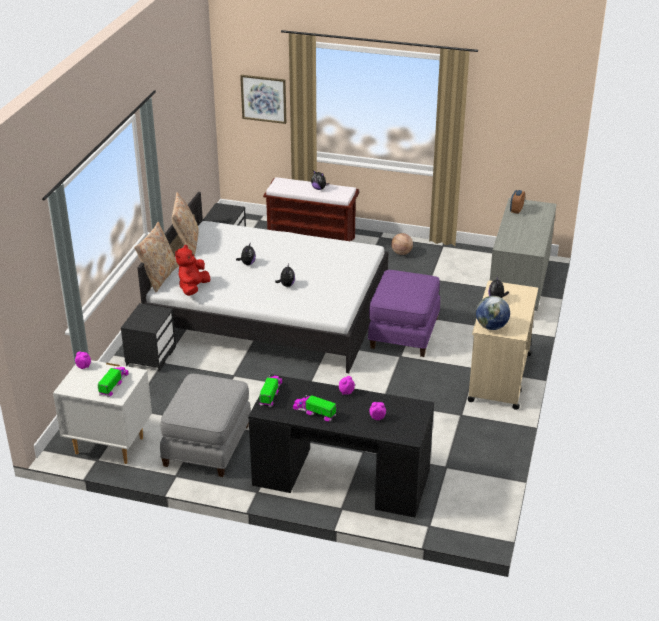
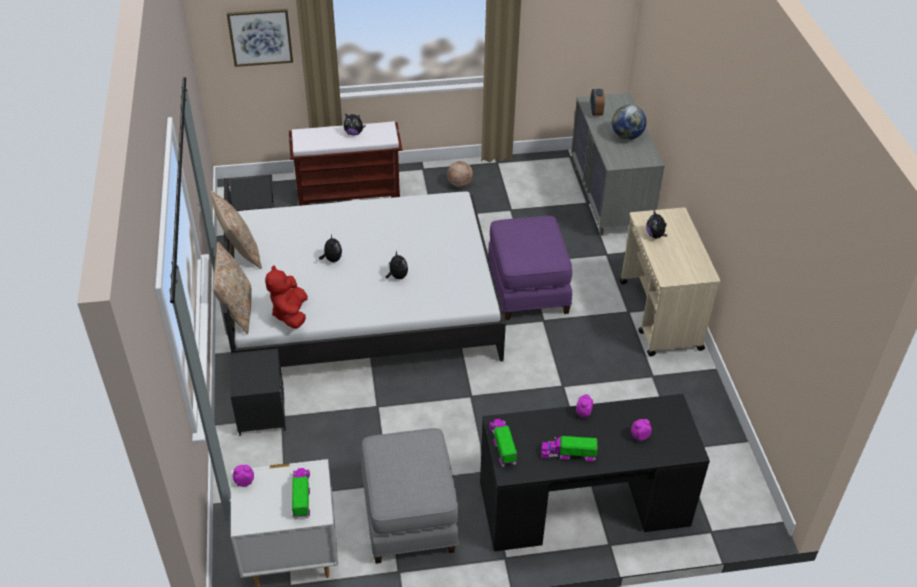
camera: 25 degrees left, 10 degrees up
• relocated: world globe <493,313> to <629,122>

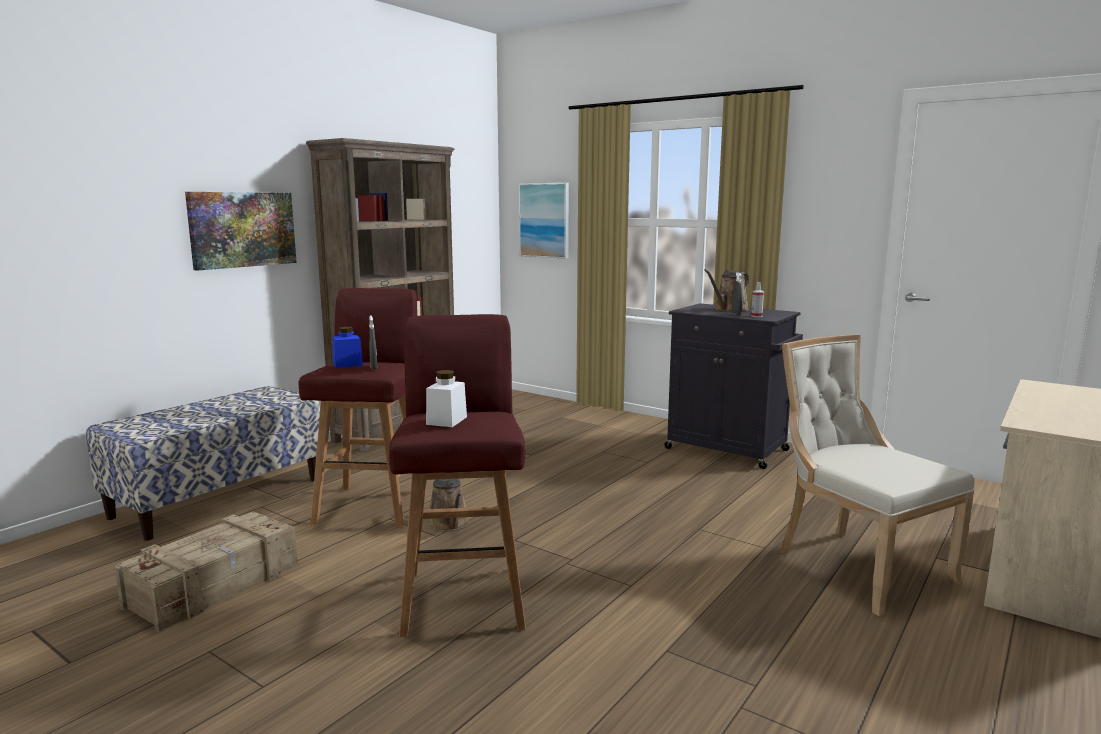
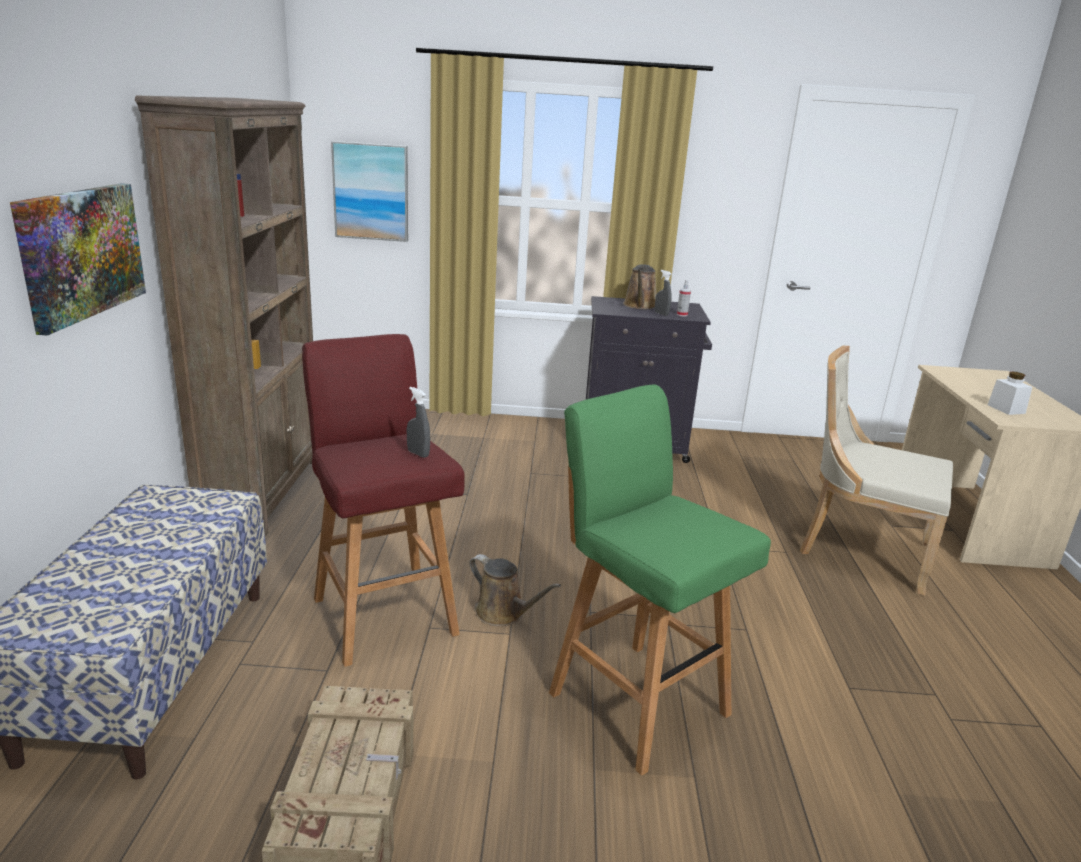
camera: 35 degrees left, 10 degrees up
• colour: reddish stool seat <457,475> to green-coloured stool seat <660,580>
• relocated: whitish jar <446,398> to <1010,393>
• missing: blue-coloured jar <348,347>

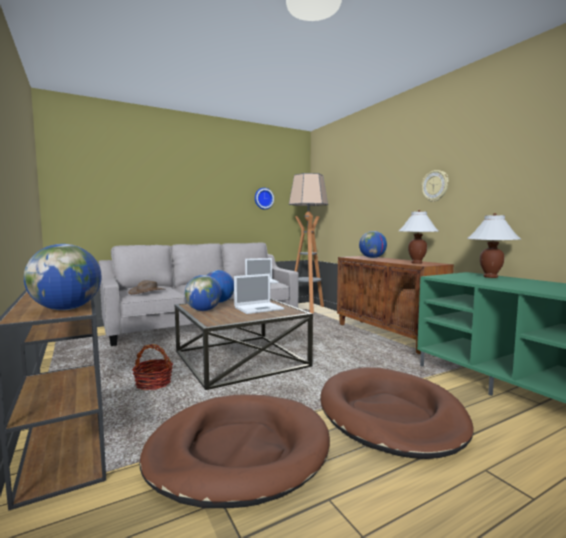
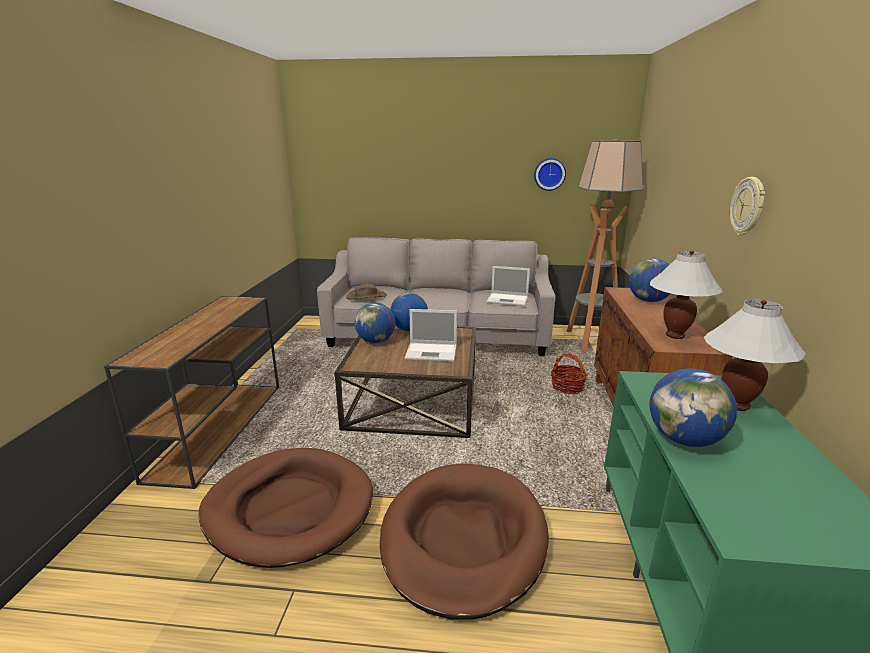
camera: 35 degrees right, 15 degrees up
• relocated: storage basket <152,367> to <569,373>
• relocated: world globe <62,277> to <693,408>

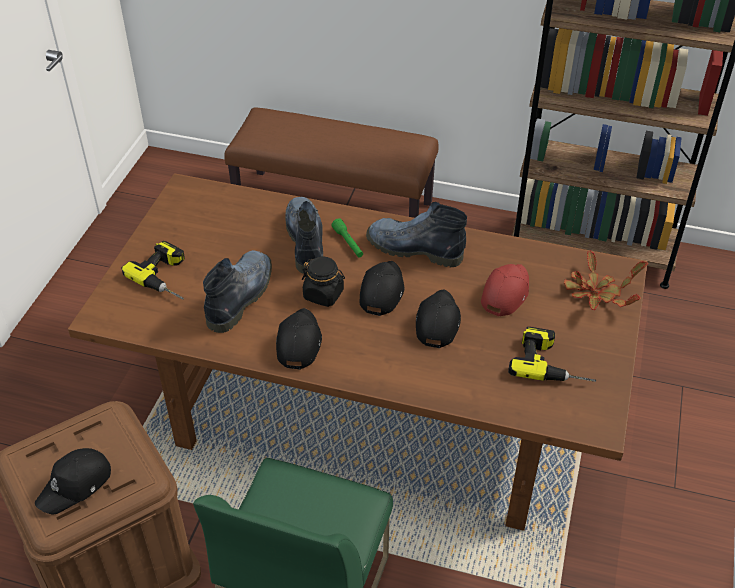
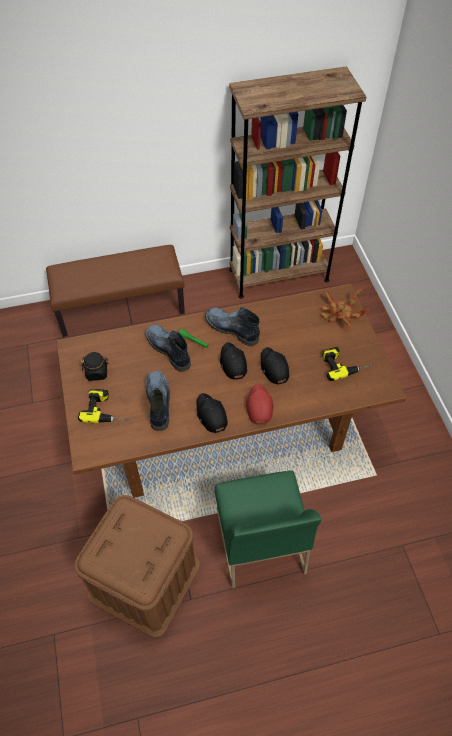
camera: 30 degrees left, 10 degrees up
• relocated: blackish jar <323,282> to <94,366>
• spun: tall boot <416,234> = <232,326> 45 degrees clockwise
• relocated: reddish cap <505,290> to <259,404>
• missing: blackish cap <73,481>

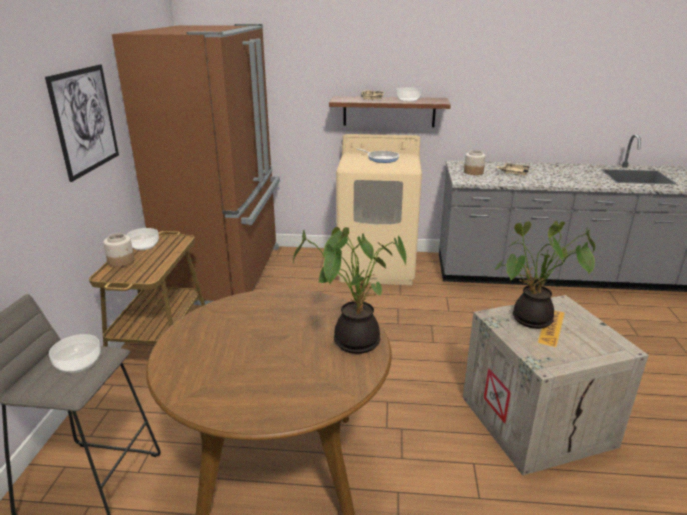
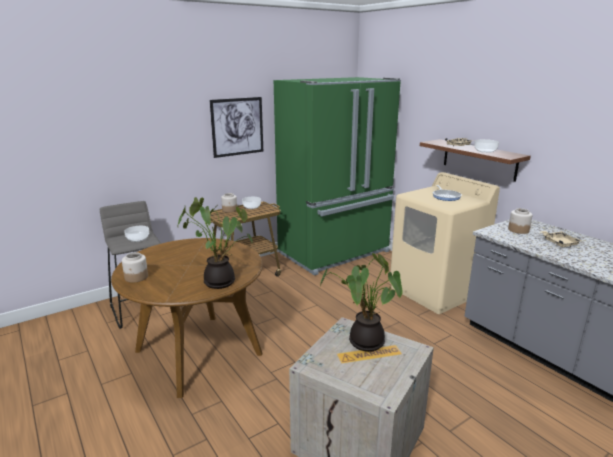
camera: 50 degrees right, 5 degrees down
• appeared: jar <135,267>
• colour: brown kitchen fridge <196,164> to green-coloured kitchen fridge <337,176>

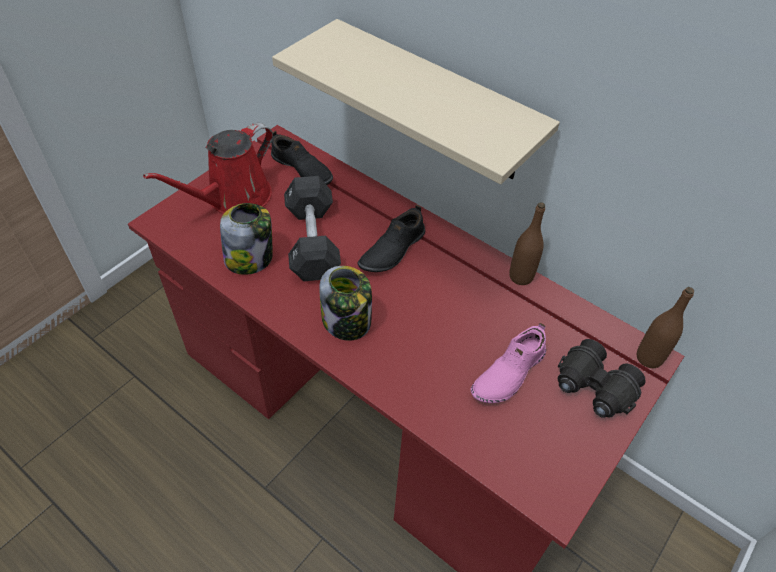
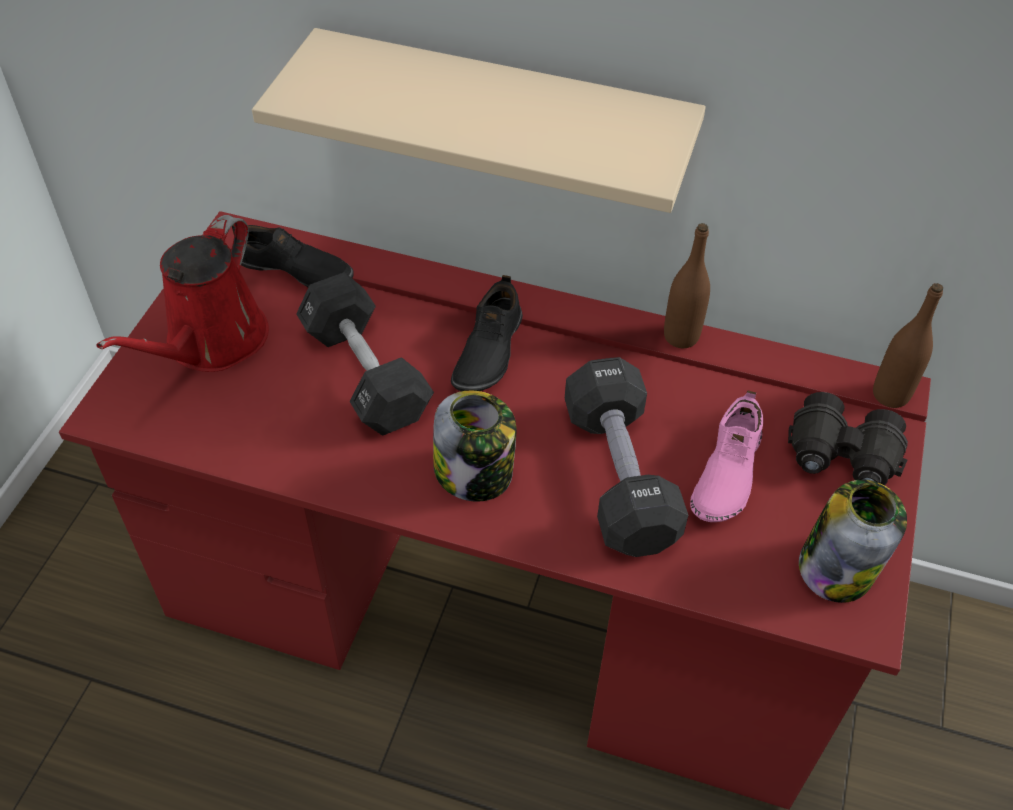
camera: 20 degrees left, 0 degrees up
• appeared: blackish free weight <626,457>
• relocated: jar <246,239> to <853,541>

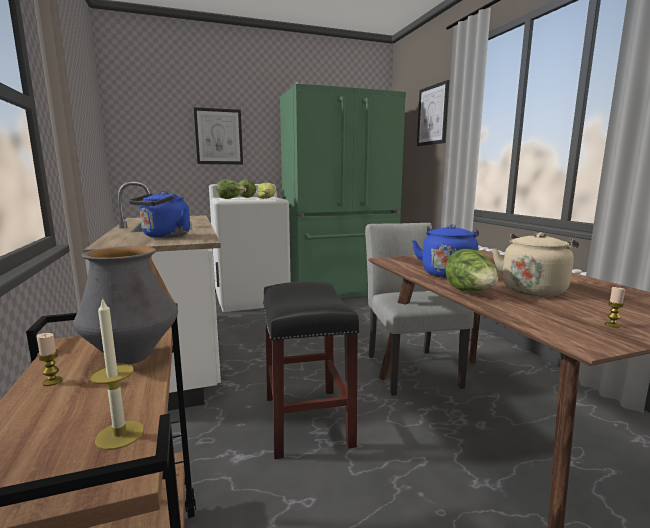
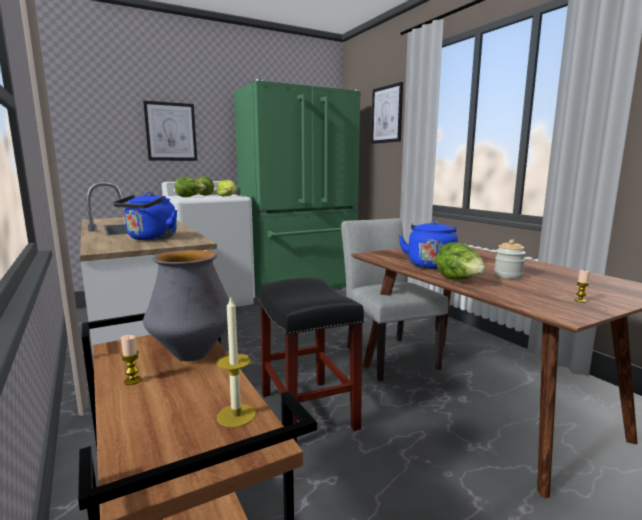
camera: 10 degrees left, 0 degrees up
• exchanged: beige-coloured kettle <535,264> to jar <510,259>

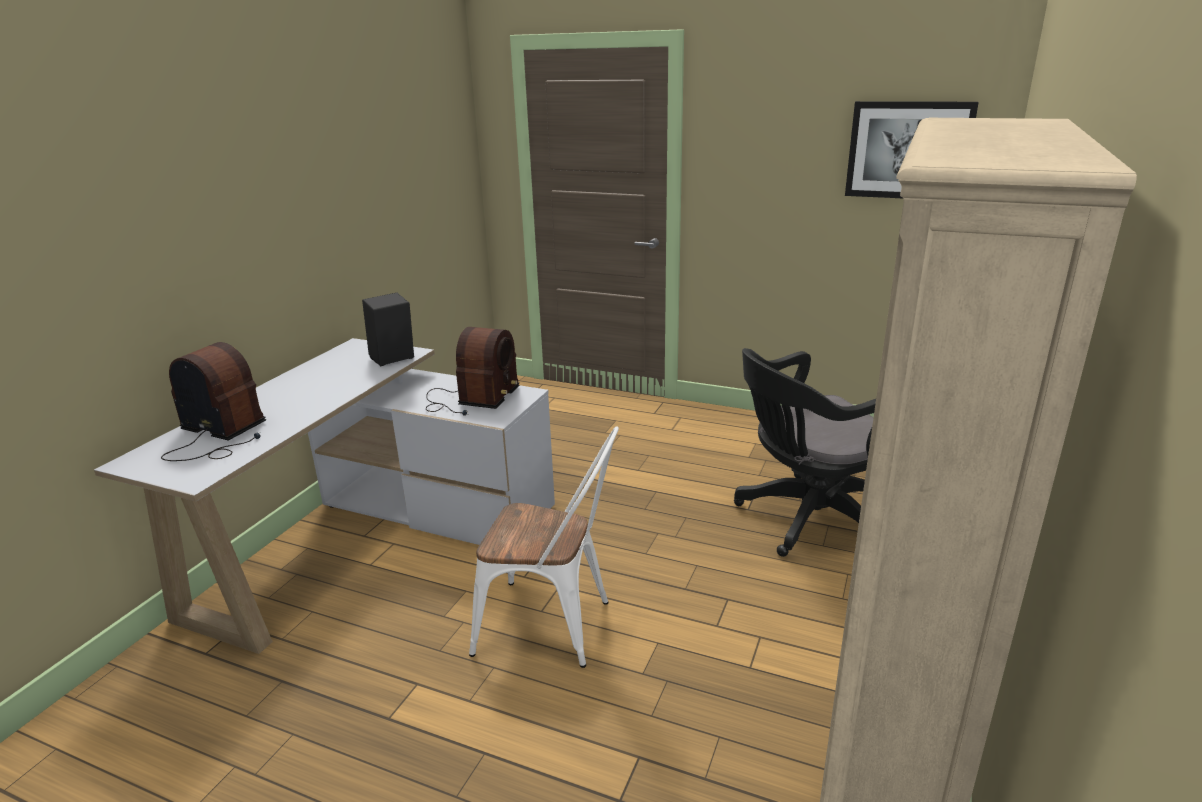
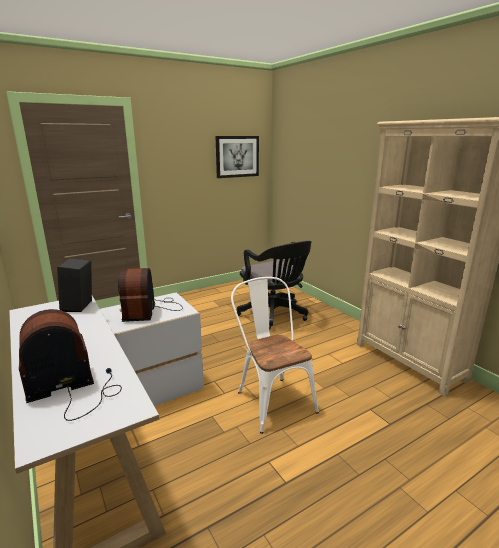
camera: 55 degrees left, 5 degrees down
• spun: radio set <473,371> = <150,295> 150 degrees counterclockwise
• spun: whitish chair <544,547> = <275,355> 75 degrees counterclockwise
• spun: blackish computer chair <805,452> = <274,285> 45 degrees counterclockwise

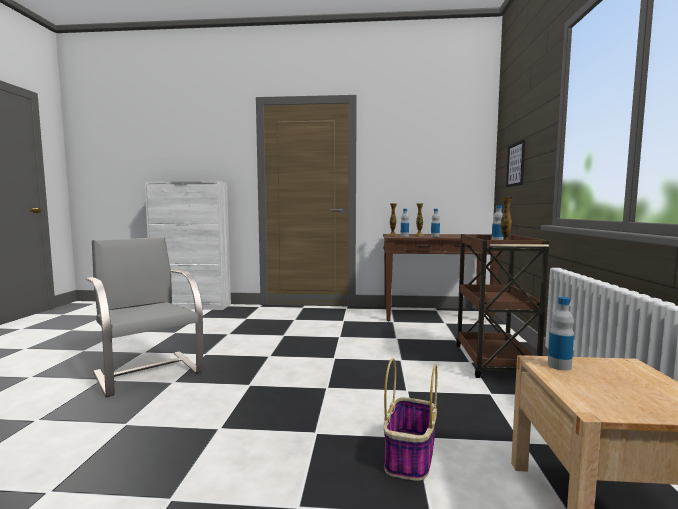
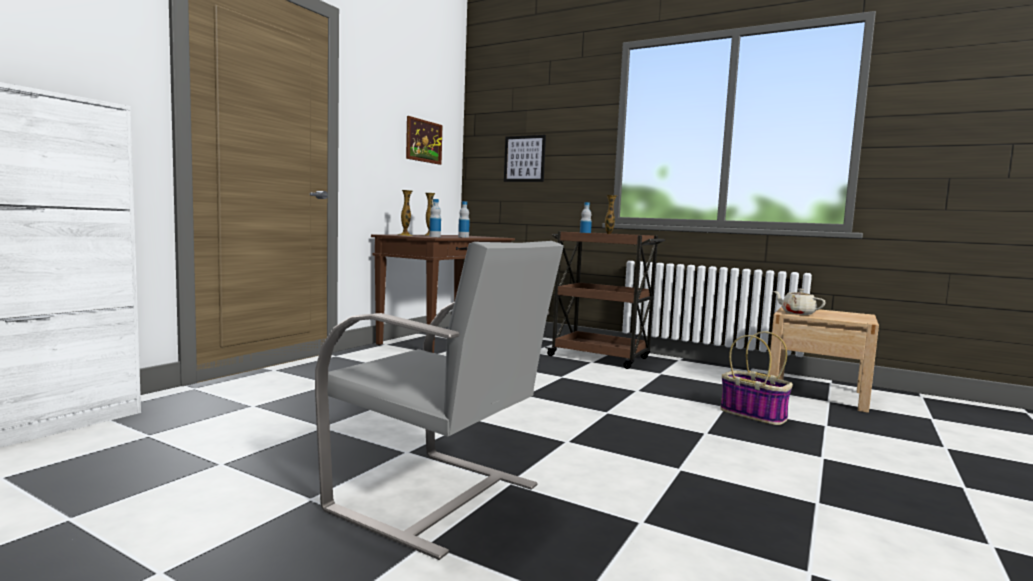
camera: 65 degrees left, 0 degrees up
• spun: gray chair <144,317> = <439,400> 135 degrees counterclockwise
• appeared: picture <424,140>
• exchanged: beverage bottle <561,334> to beige-coloured pot for tea <800,302>

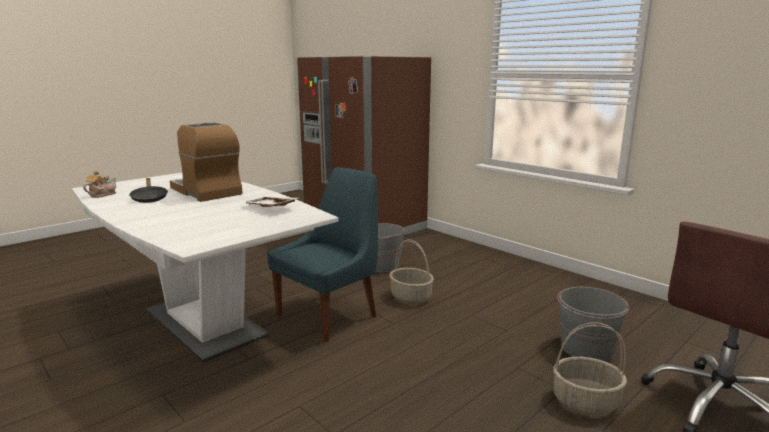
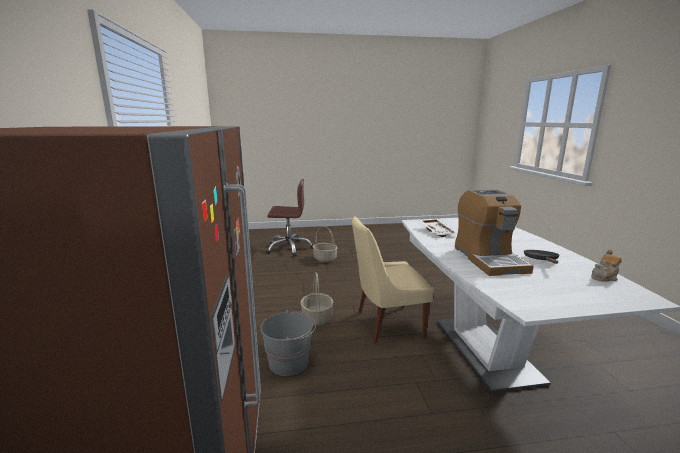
camera: 145 degrees left, 0 degrees up
• colour: blue-coloured chair <322,254> to beige-coloured chair <393,279>
• missing: gray pail <593,324>

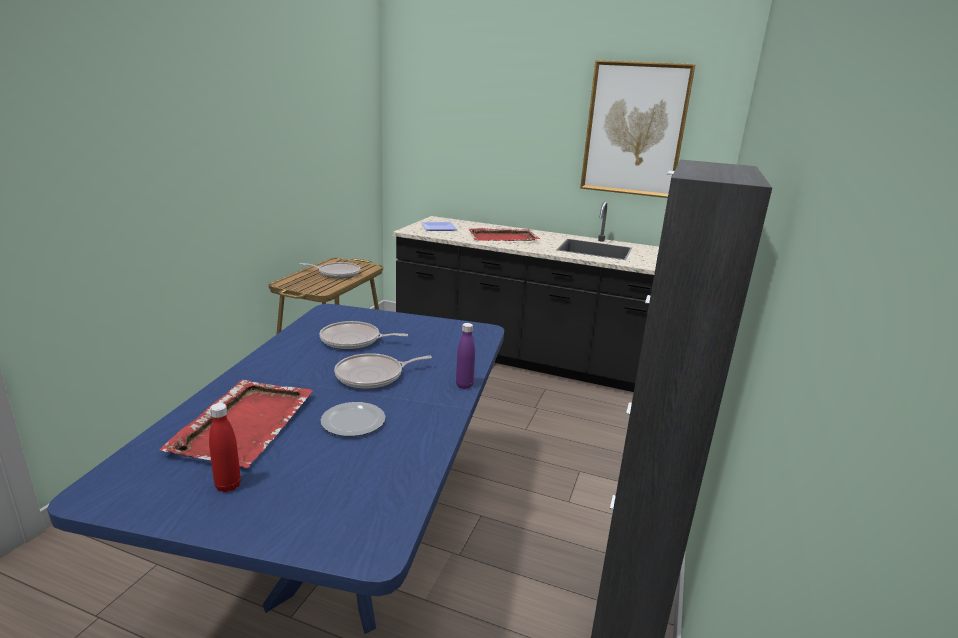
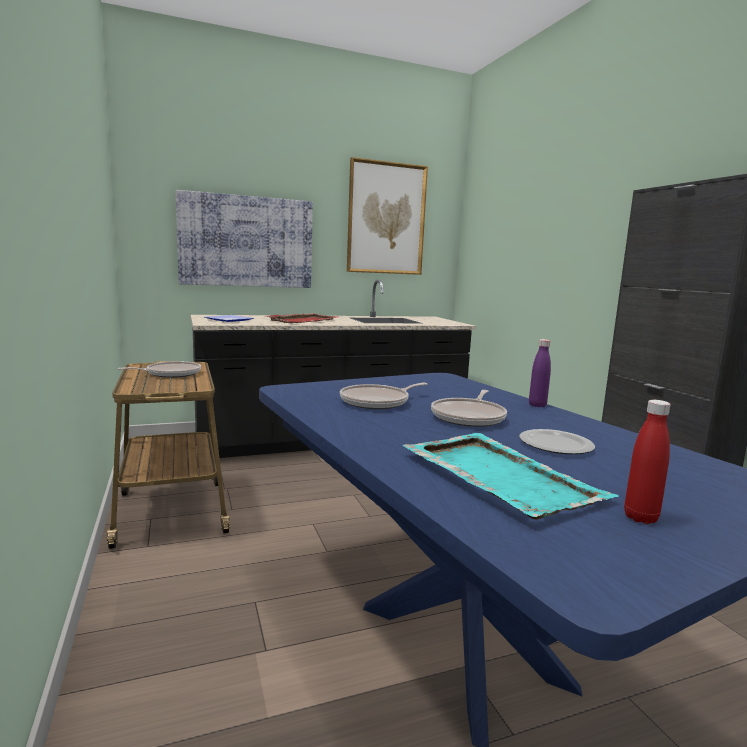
camera: 40 degrees left, 10 degrees down
• appeared: picture <244,239>
• colour: reddish serving tray <236,424> to blue-green serving tray <510,476>

